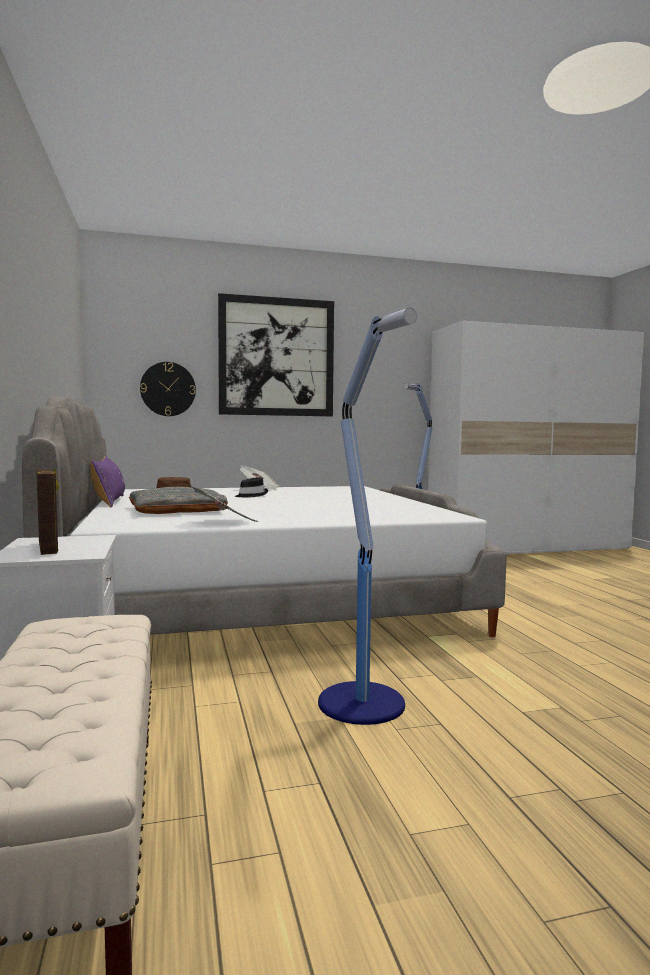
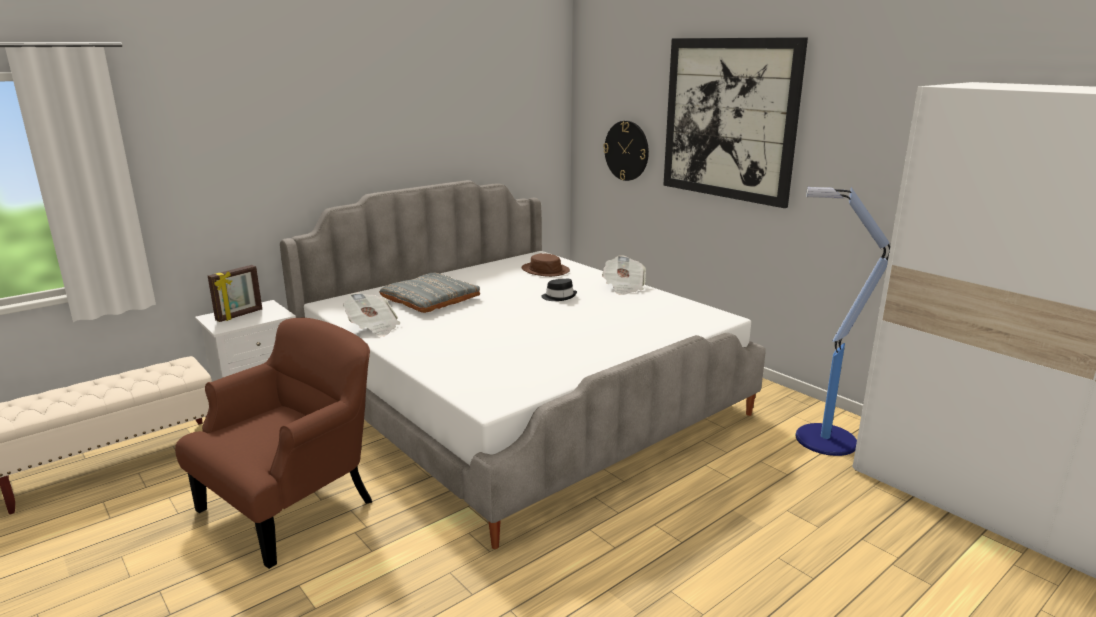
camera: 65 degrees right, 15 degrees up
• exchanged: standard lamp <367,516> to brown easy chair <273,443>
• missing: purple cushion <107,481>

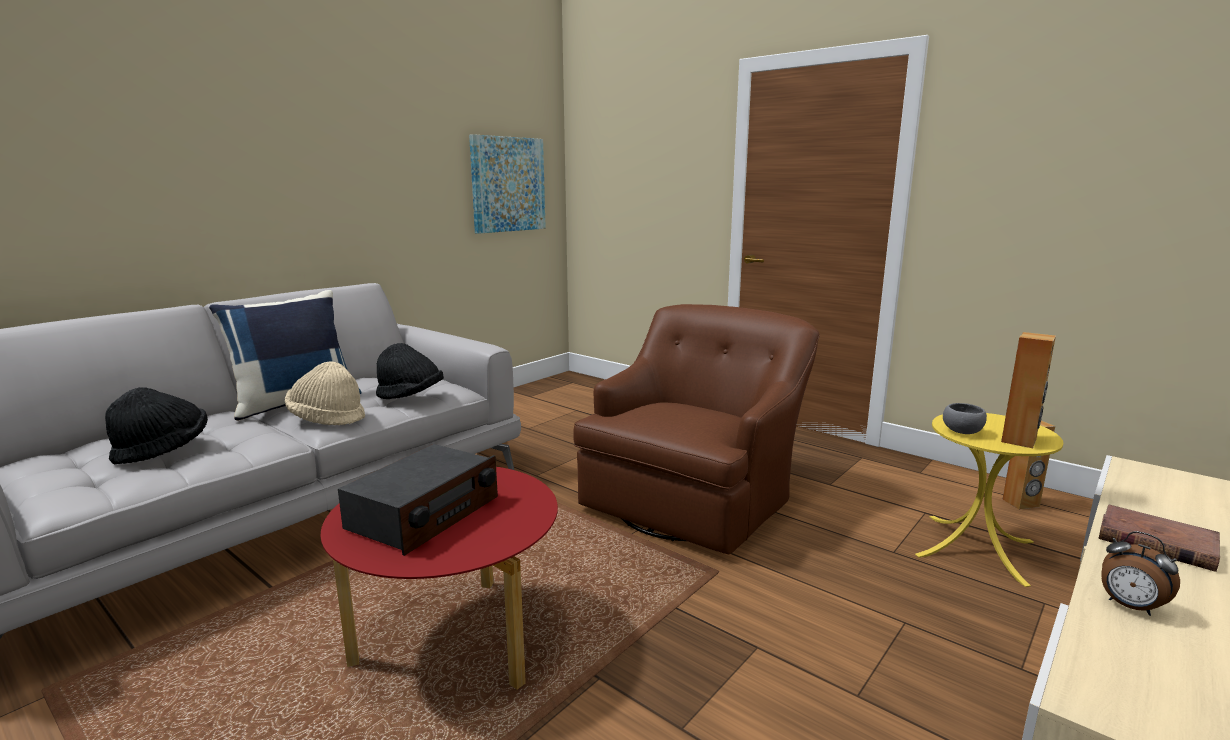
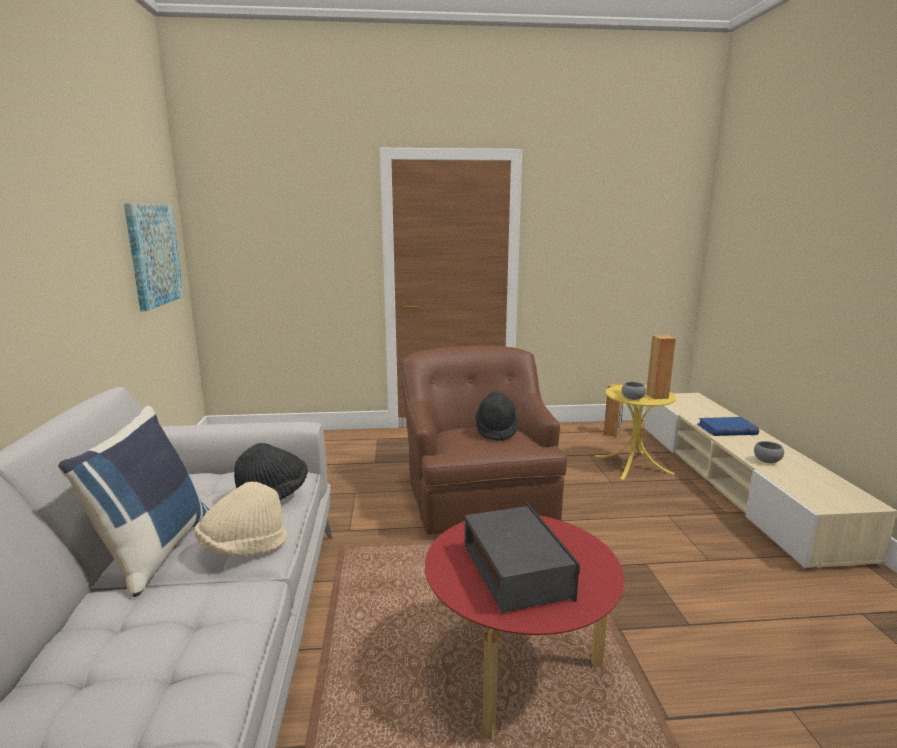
camera: 45 degrees left, 0 degrees up
• relocated: blackish hat <156,425> to <497,416>
• colour: brown bound book <1159,538> to blue-coloured bound book <728,426>
• exchanged: bedside clock <1140,573> to gray serving bowl <769,452>

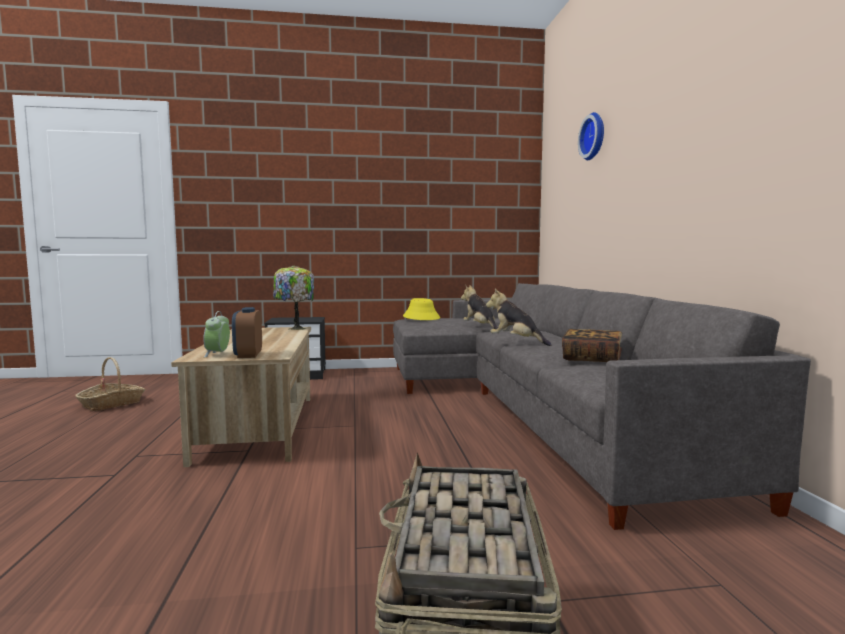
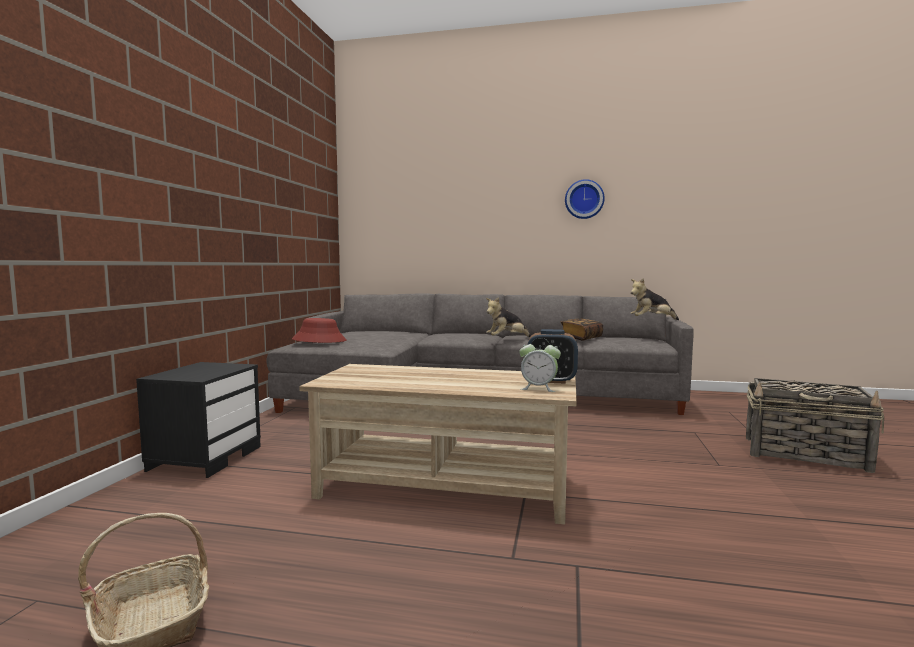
camera: 70 degrees left, 0 degrees up
• colour: yellow hat <421,309> to reddish hat <319,330>
• relocated: clock on the wall <591,136> to <585,199>
• relocated: plush toy <479,306> to <654,299>
• missing: tabletop lamp <293,297>

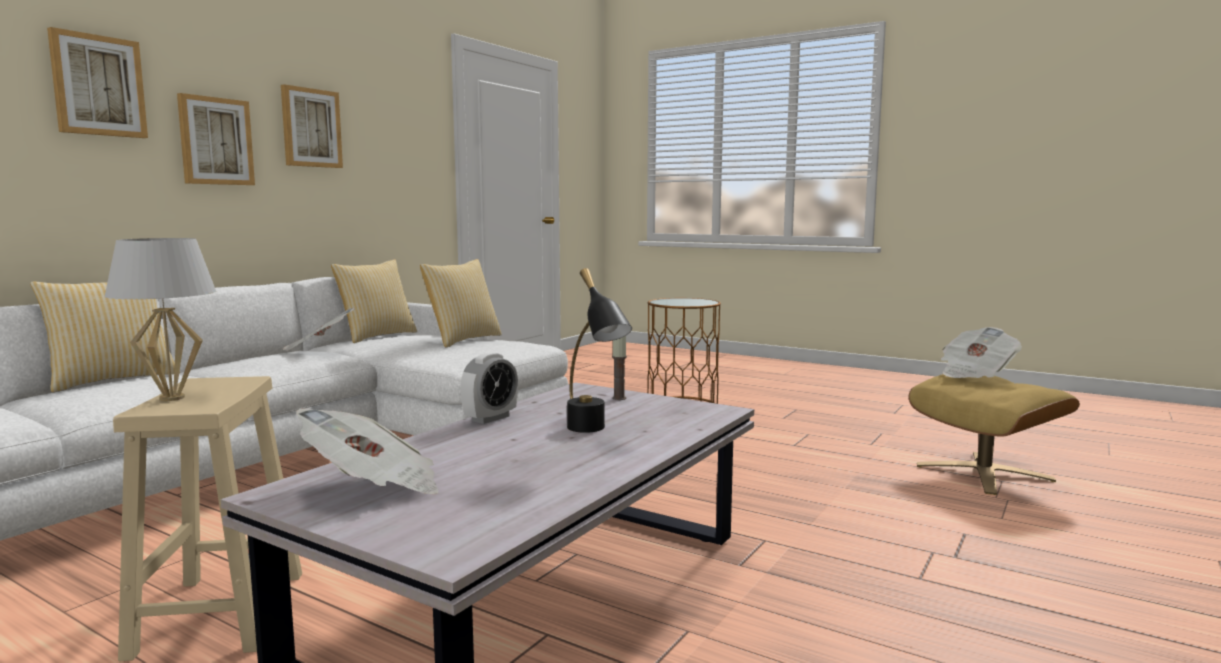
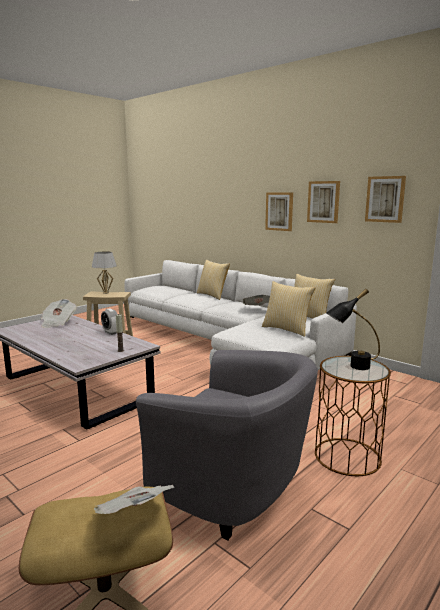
camera: 100 degrees right, 5 degrees up
• appeared: gray easy chair <227,445>
• relocated: blackish tabletop lamp <599,350> to <353,329>
• relocated: picture <97,82> to <385,199>

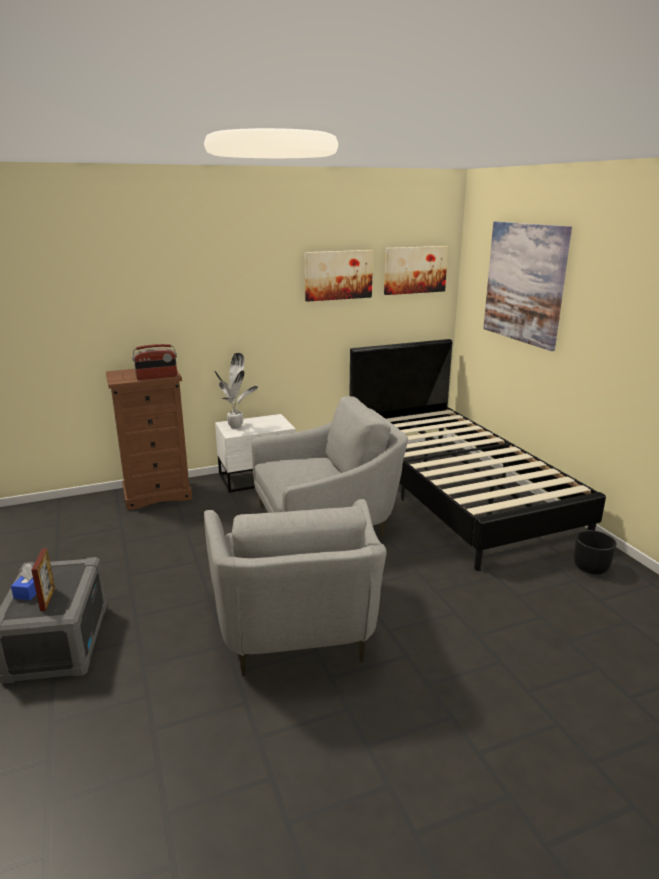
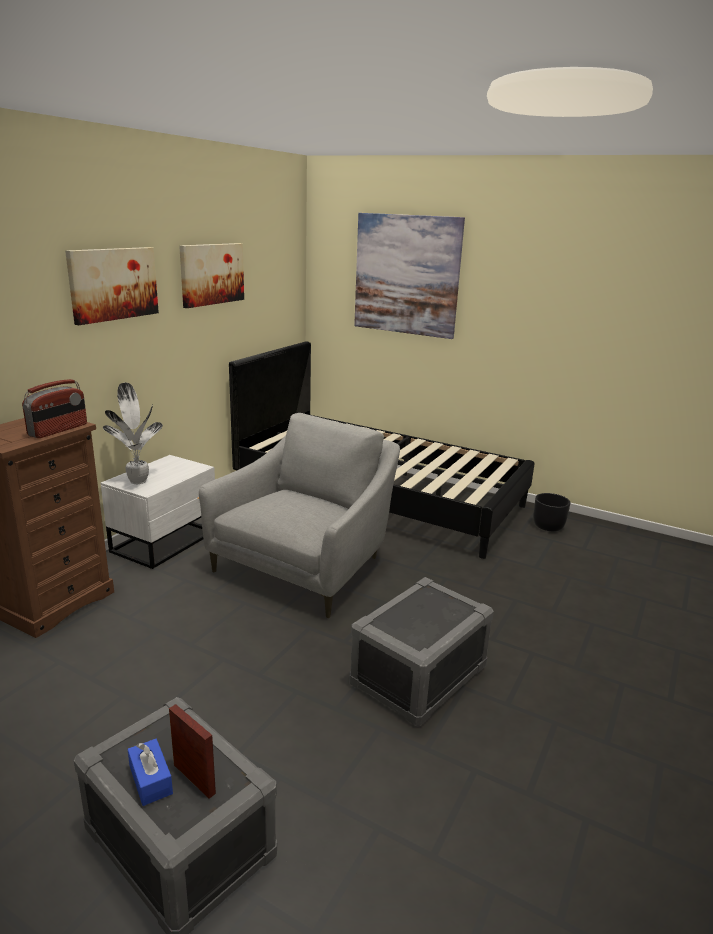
camera: 40 degrees left, 0 degrees up
• relocated: picture <416,270> to <112,286>
• exchanged: gray easy chair <295,587> to gray storage box <421,652>

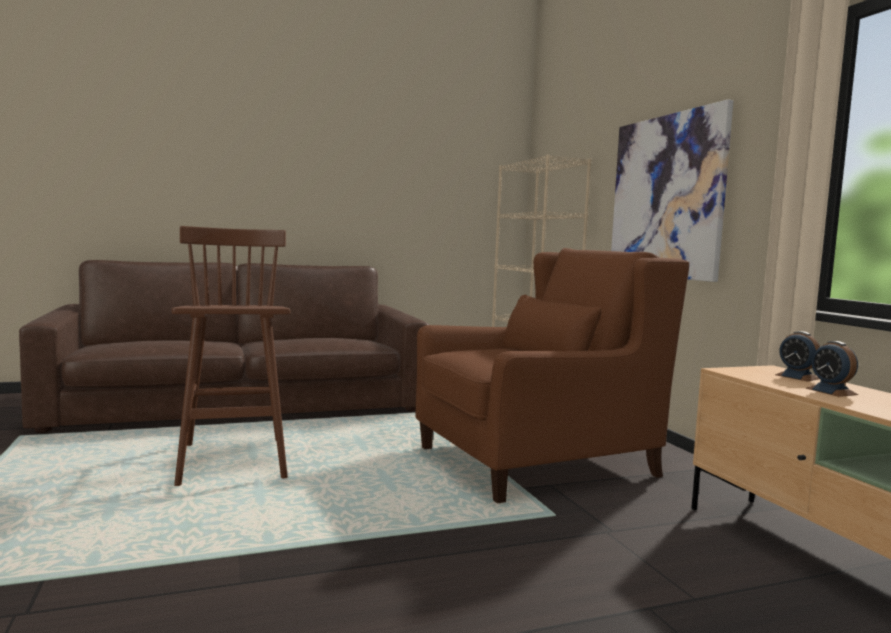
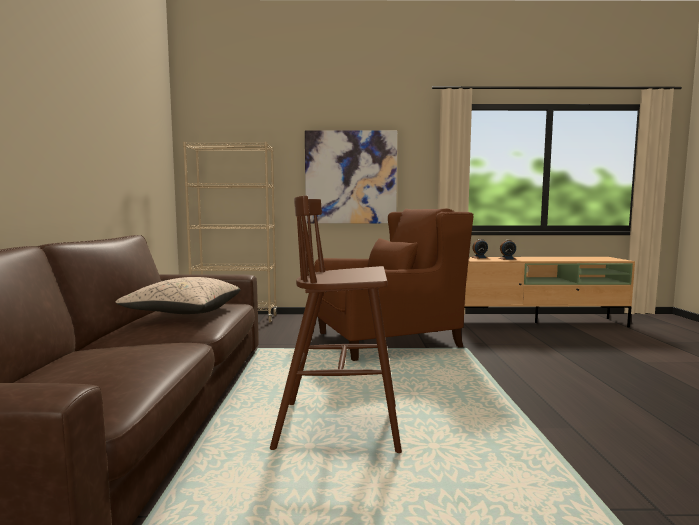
camera: 70 degrees left, 0 degrees up
• appeared: beige-coloured cushion <178,295>
• spun: brown easy chair <552,375> = <393,284> 75 degrees clockwise

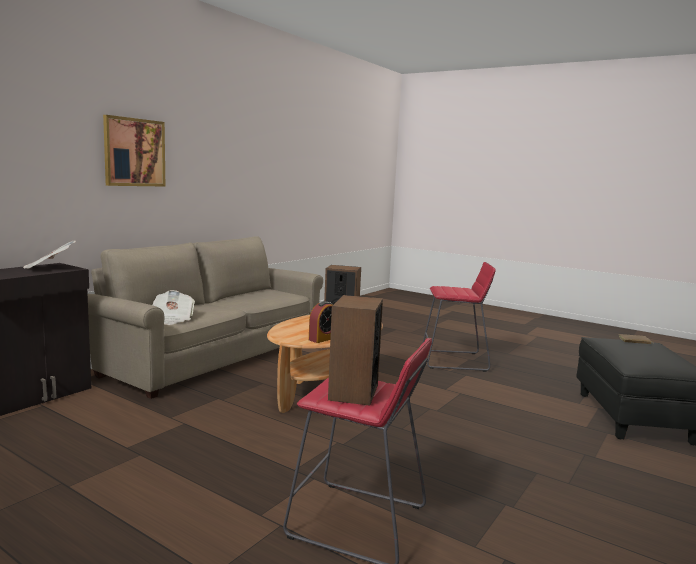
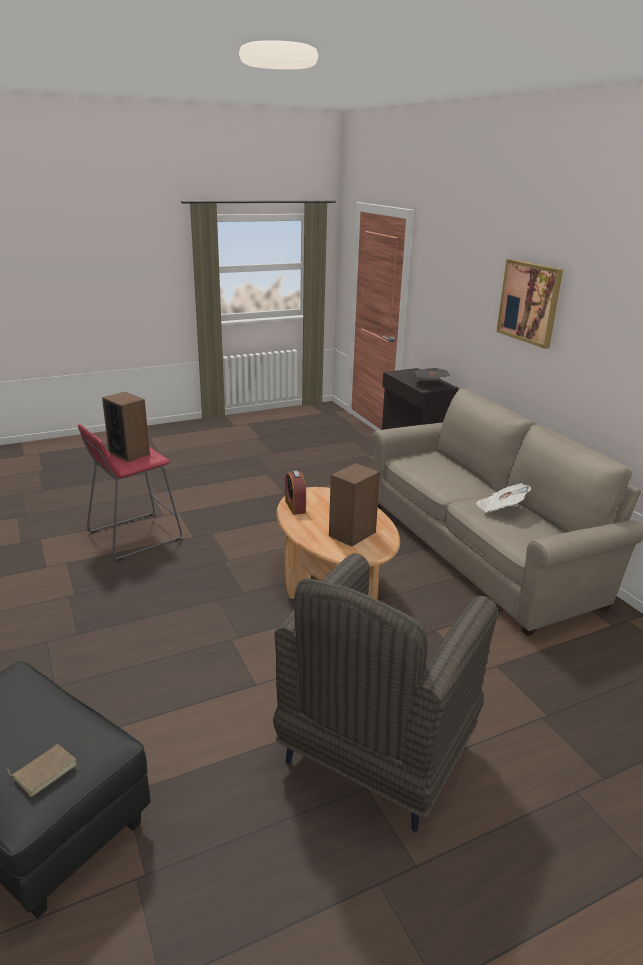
camera: 120 degrees right, 15 degrees up
• exchanged: reddish stool seat <459,317> to gray easy chair <385,692>
• relocated: printed paper <174,307> to <503,498>

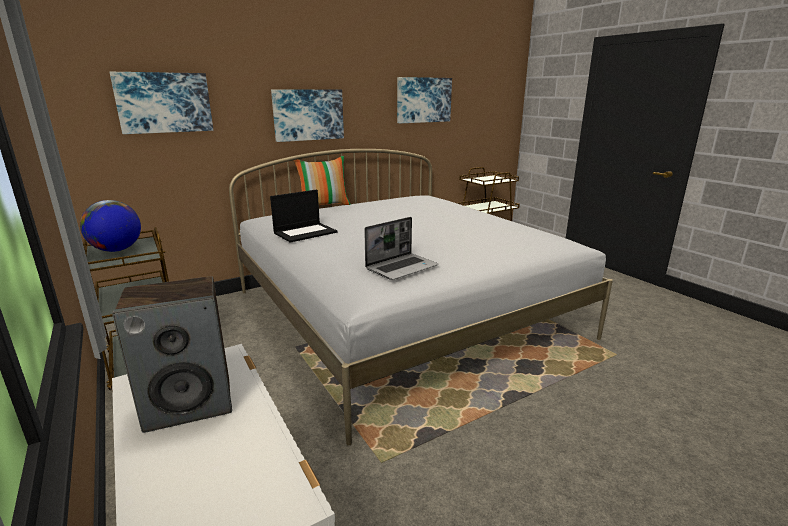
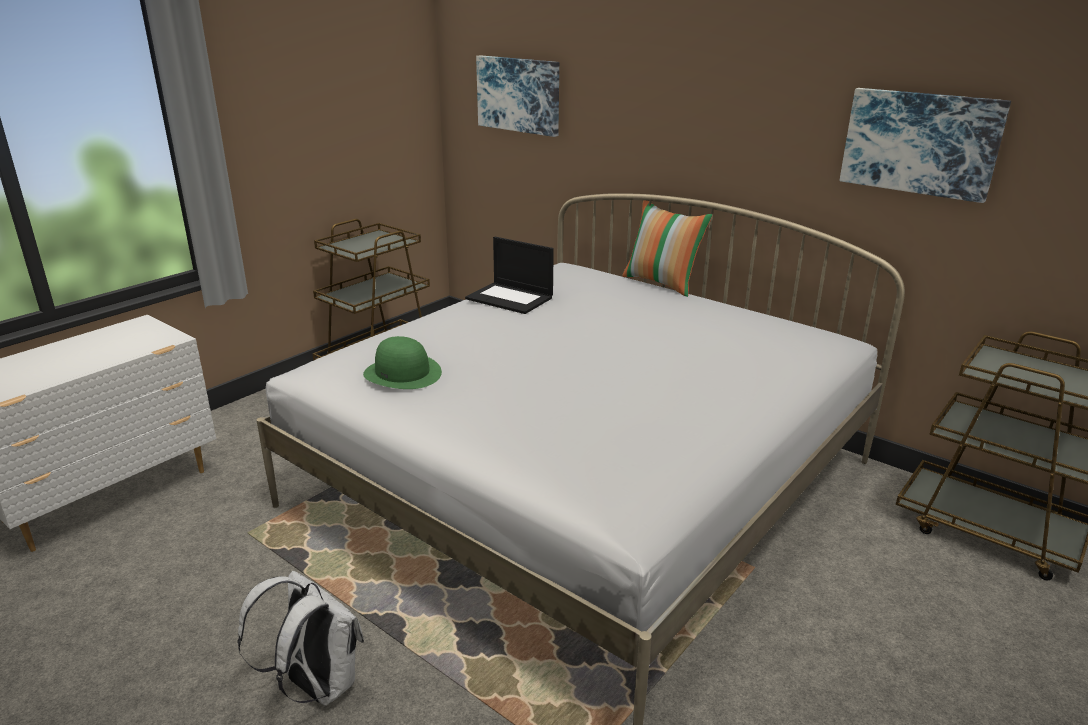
camera: 70 degrees right, 5 degrees up
• appeared: whitish backpack <300,638>
• exchanged: portable computer <401,248> to green-coloured hat <402,362>
• missing: world globe <110,226>
• missing: speaker <172,354>
• missing: picture <307,115>

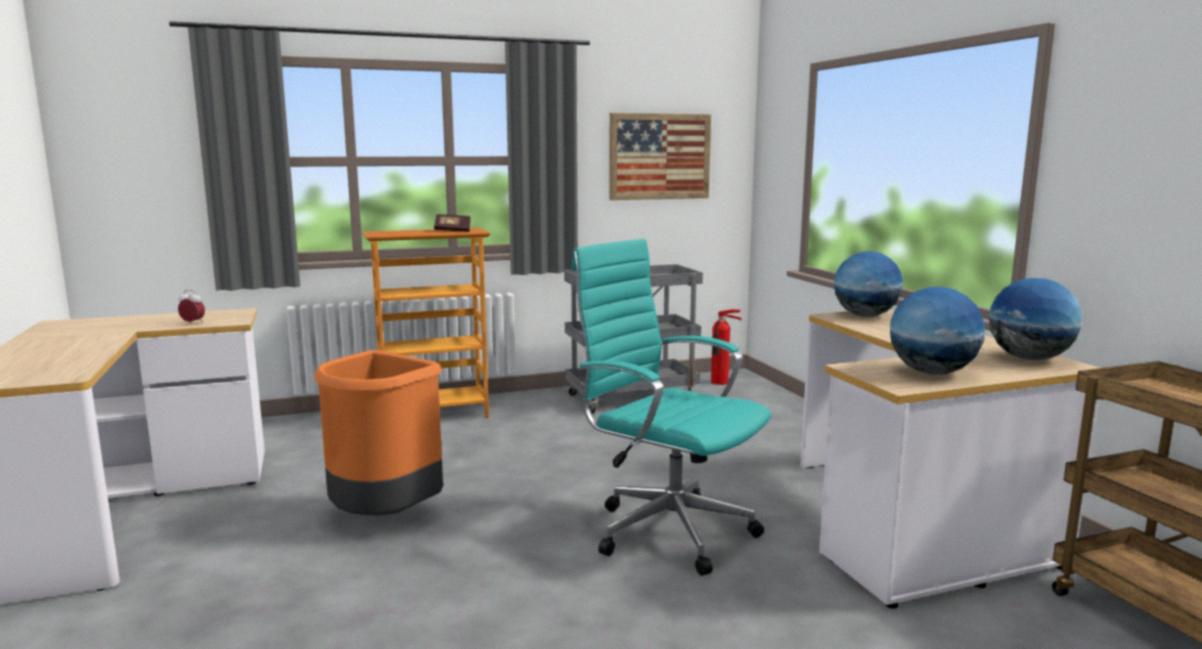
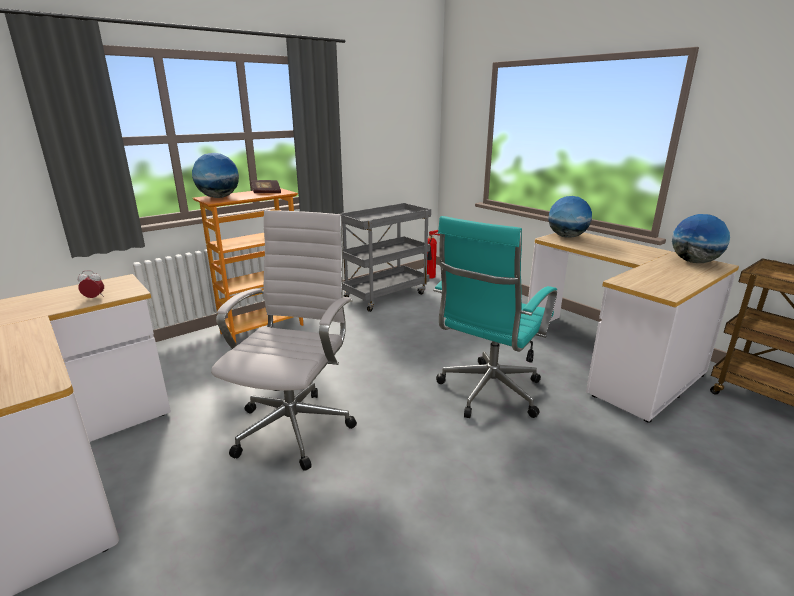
camera: 20 degrees left, 10 degrees up
• relocated: world globe <937,331> to <215,175>
• exchanged: orange-coloured trash can <378,433> to whitish computer chair <284,340>
• spun: blue-green computer chair <671,407> = <495,317> 75 degrees counterclockwise
• missing: picture <660,156>

